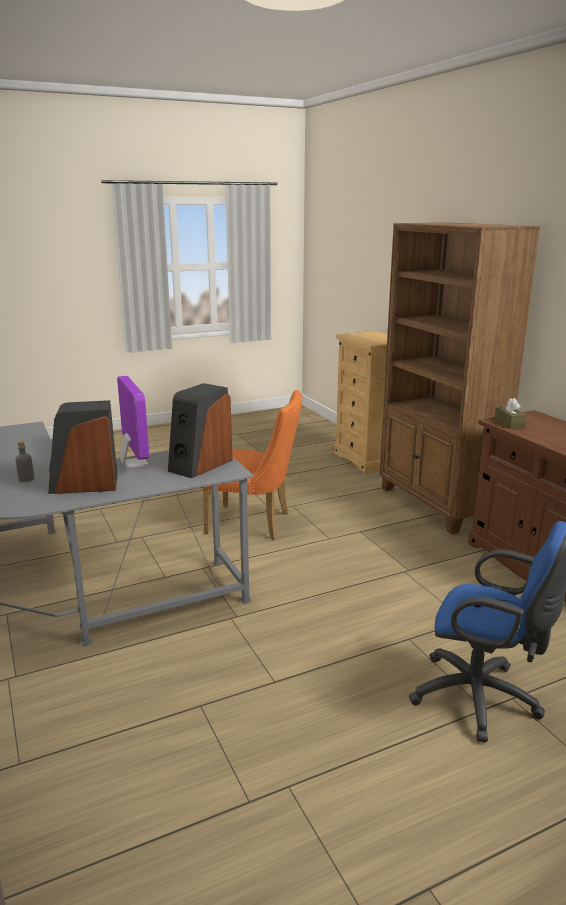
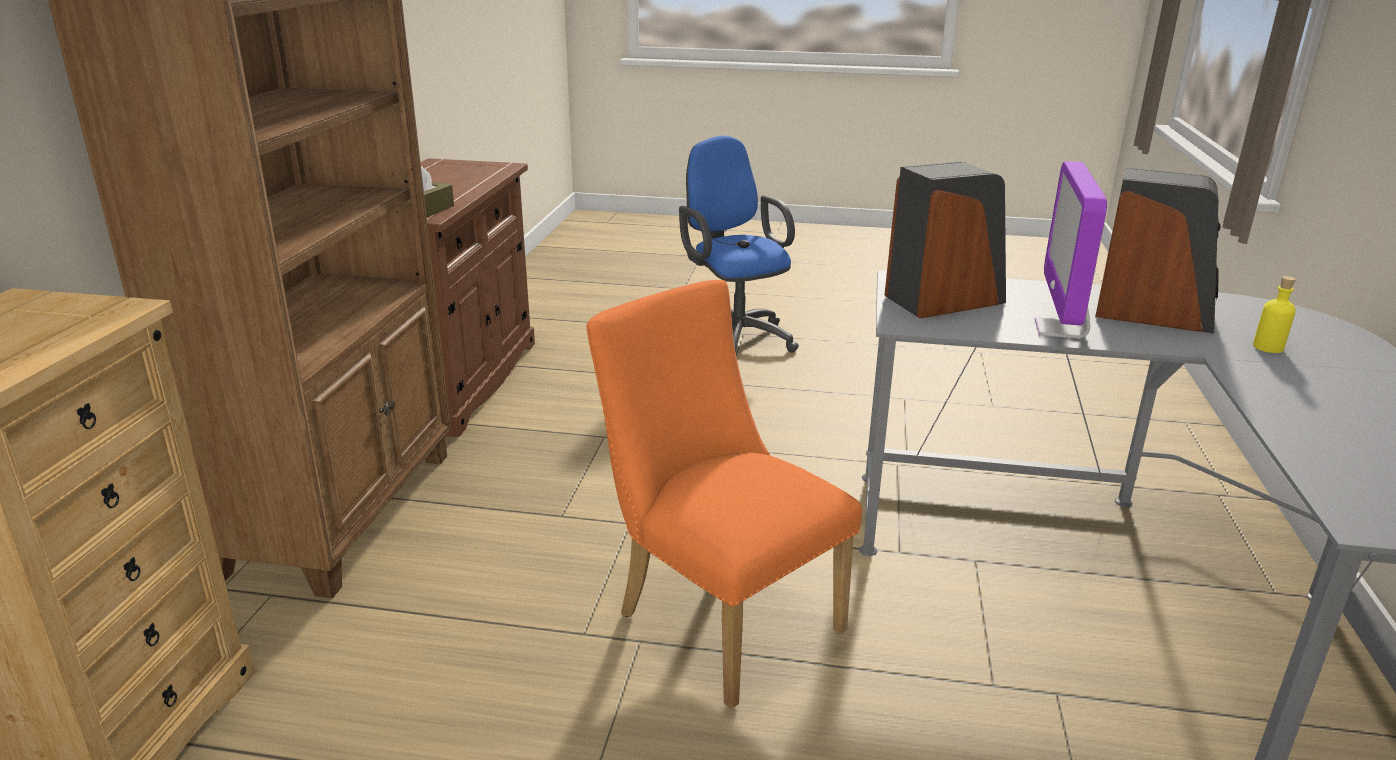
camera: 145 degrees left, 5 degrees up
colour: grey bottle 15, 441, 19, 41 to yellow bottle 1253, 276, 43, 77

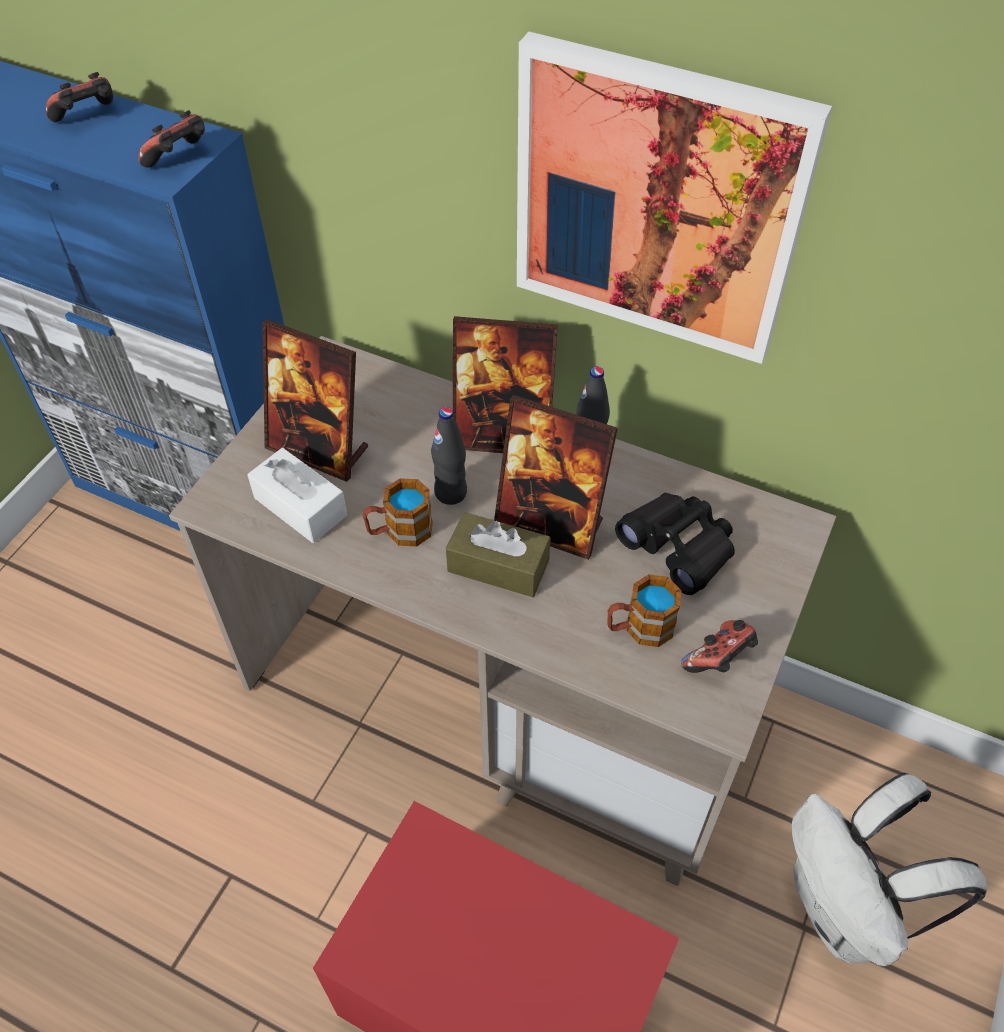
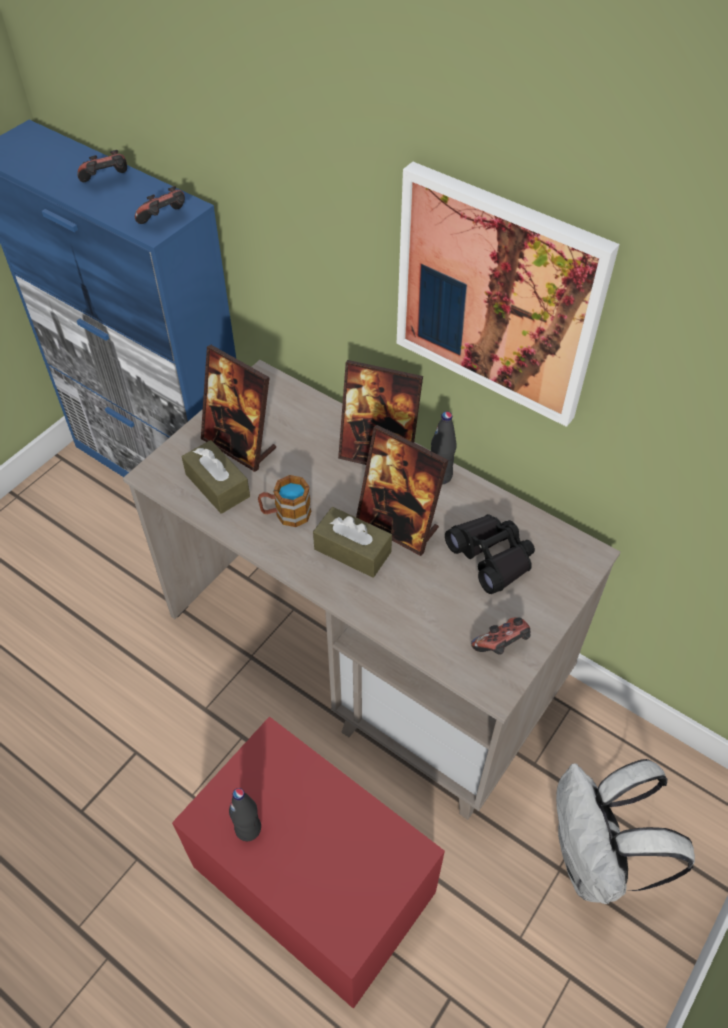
camera: 10 degrees right, 0 degrees up
missing: mug 607, 574, 75, 73
relocated: black bottle 431, 407, 36, 98 to 229, 788, 32, 53
colour: white tissue box 247, 448, 100, 95 to brown tissue box 182, 440, 68, 74

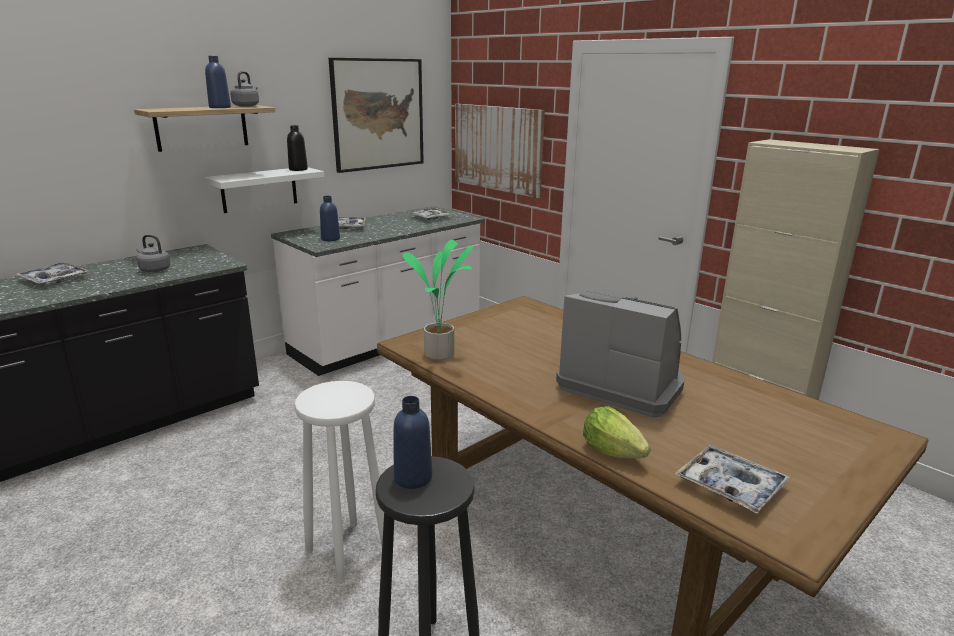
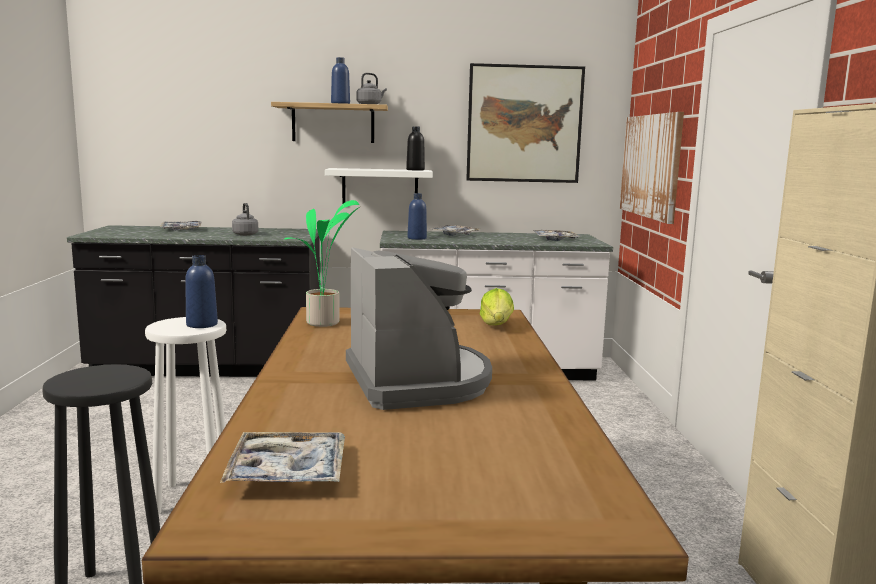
camera: 40 degrees right, 10 degrees down
relocated: blue bottle 393, 396, 39, 93 to 185, 255, 33, 73; lettuce 583, 406, 68, 53 to 480, 288, 34, 37

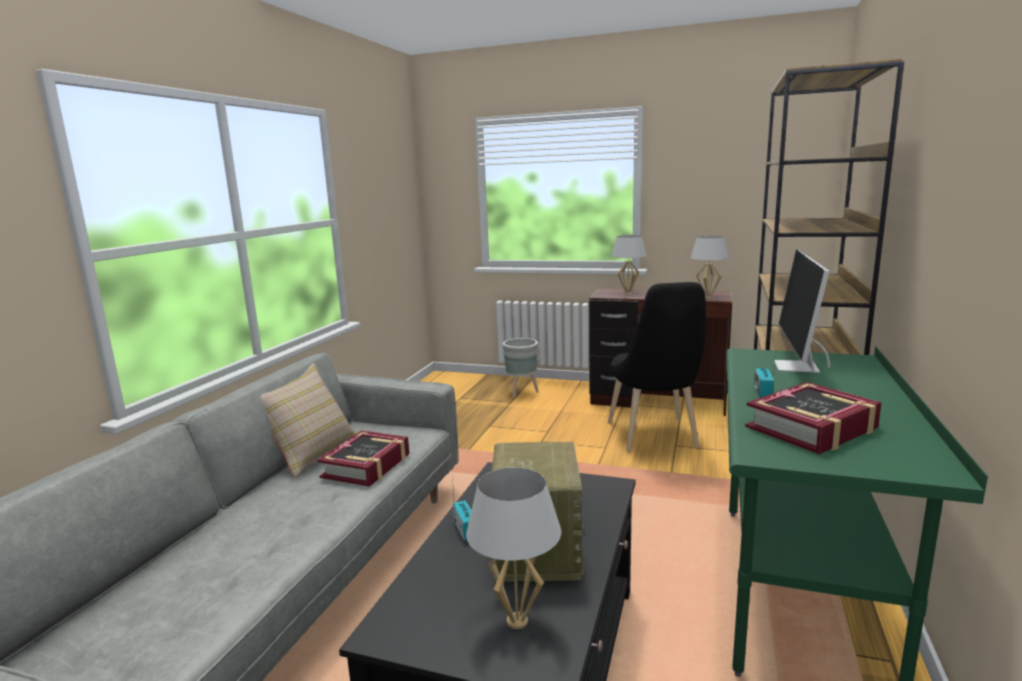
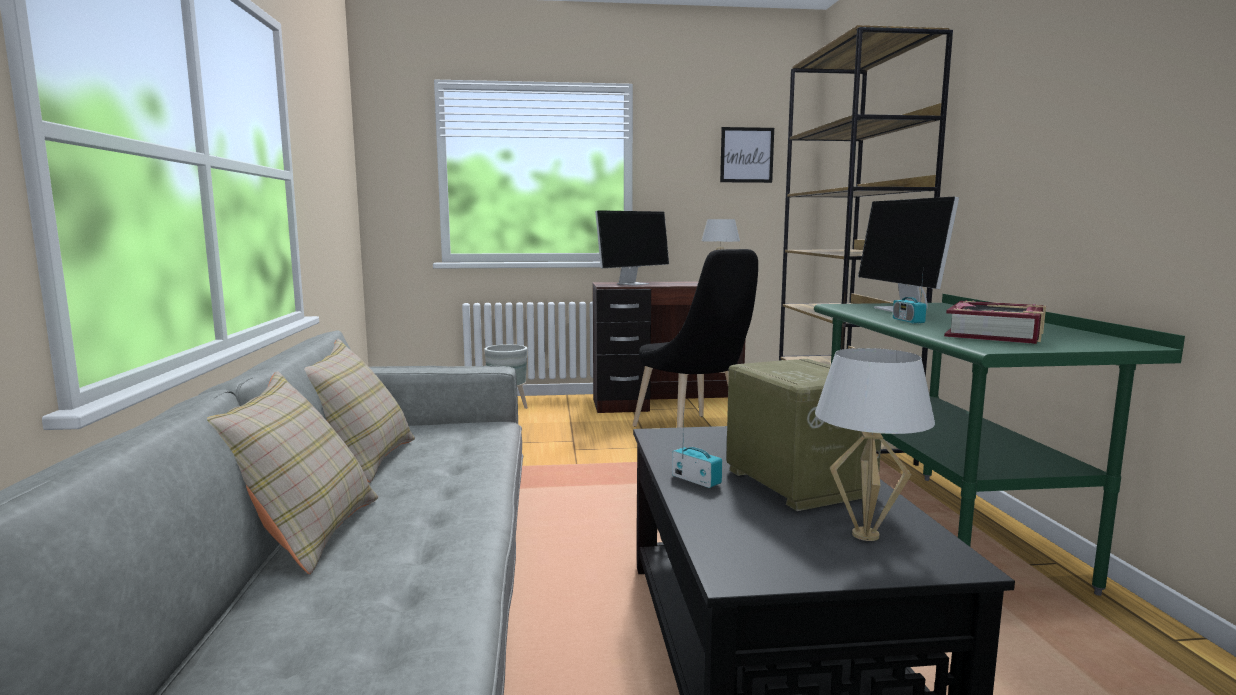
camera: 25 degrees left, 5 degrees down
missing: book 317, 431, 93, 56
appeared: beige pillow 207, 371, 171, 203; picture 720, 127, 54, 56
exchanged: white table lamp 611, 235, 35, 60 to monitor 595, 210, 74, 76

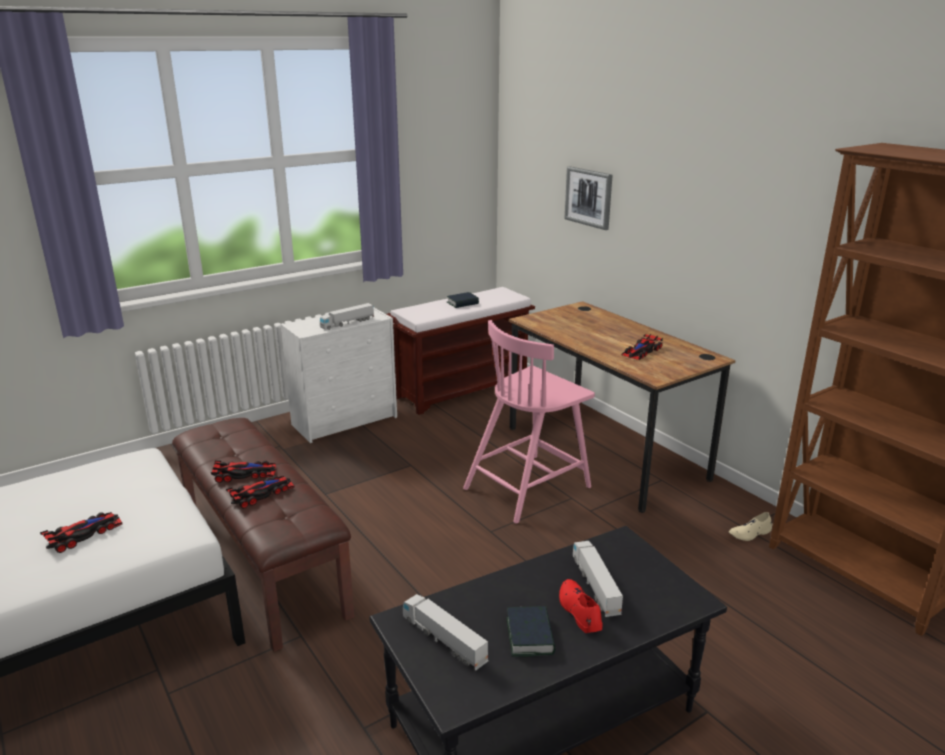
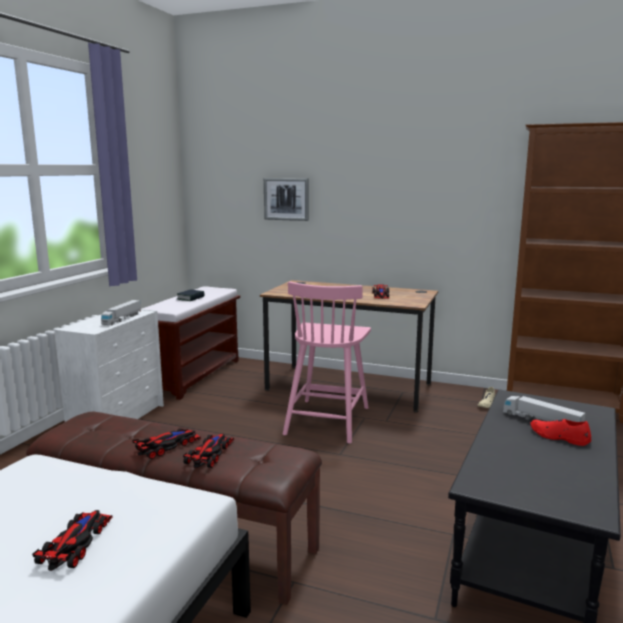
camera: 35 degrees left, 10 degrees down
missing: toy truck 403, 594, 86, 76; book 506, 606, 49, 51

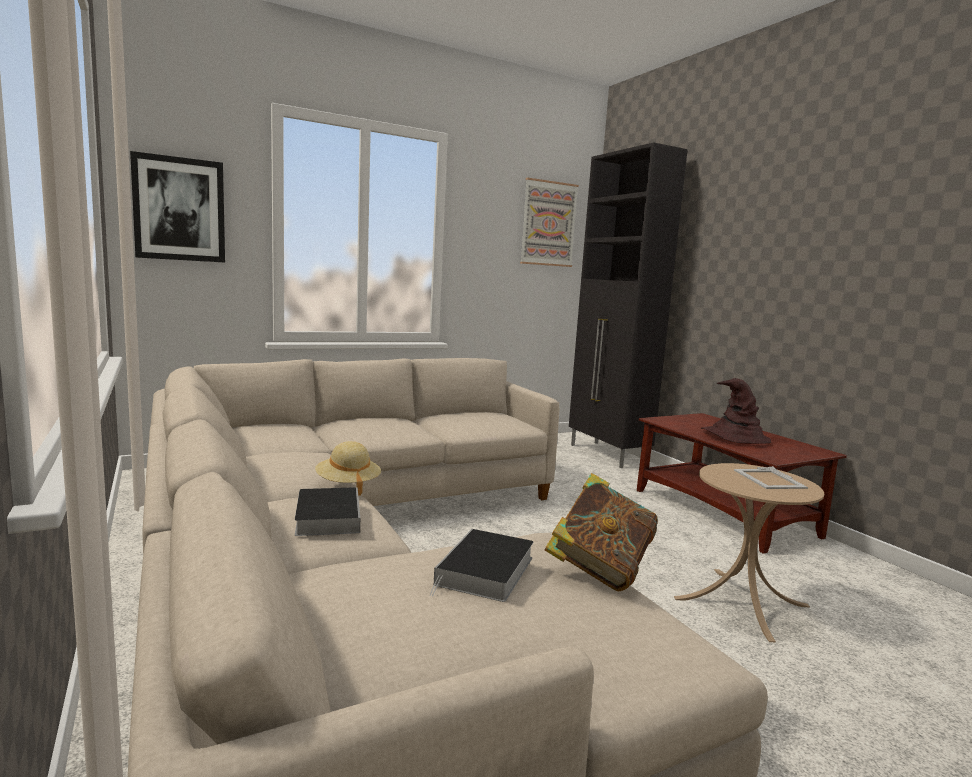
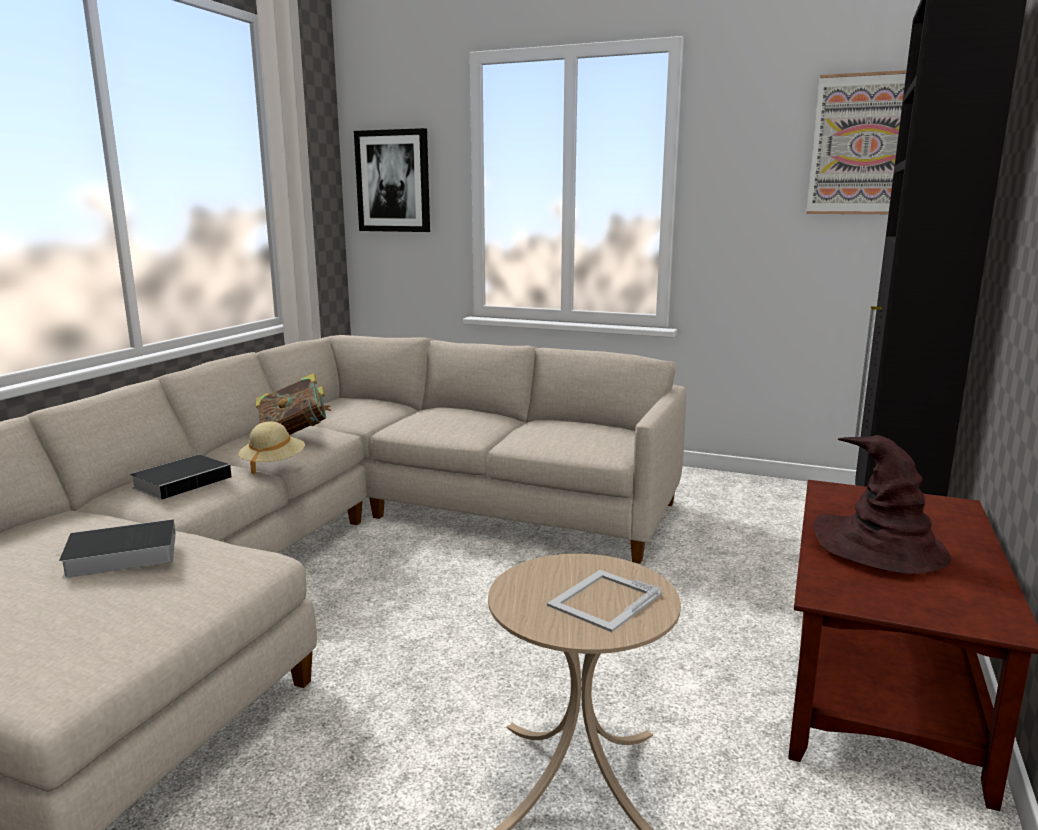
camera: 50 degrees right, 5 degrees up
relocated: book 544, 473, 114, 118 to 255, 373, 76, 62

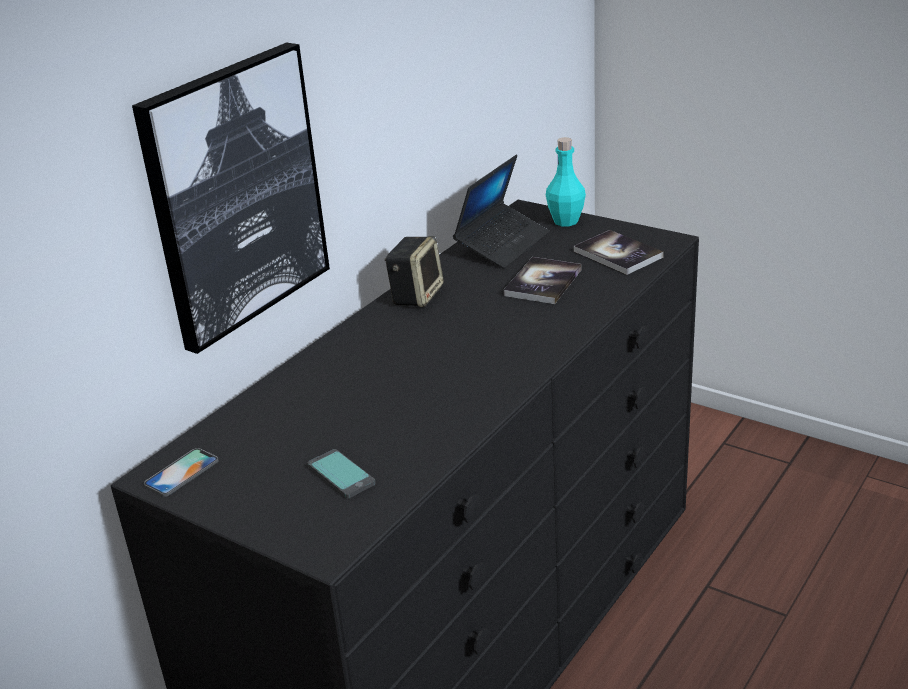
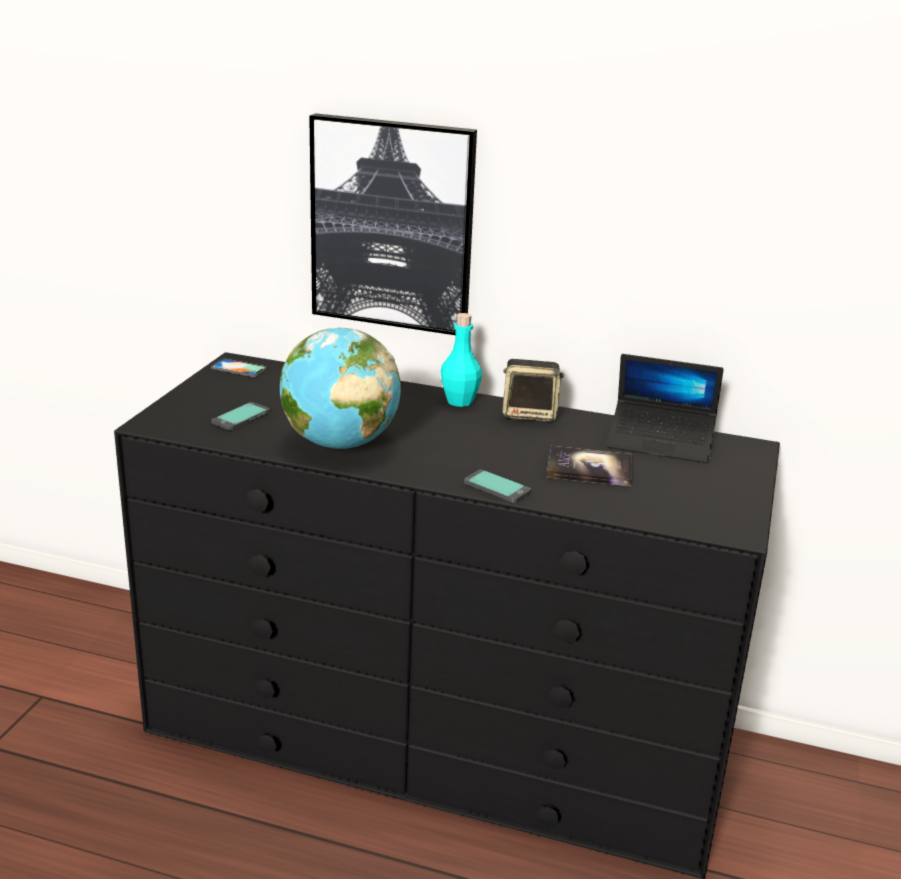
camera: 70 degrees right, 5 degrees down
missing: book 574, 230, 90, 45
appeared: globe 280, 328, 121, 121; phone 464, 470, 67, 33
relocated: turquoise bottle 546, 137, 40, 89 to 440, 313, 42, 94

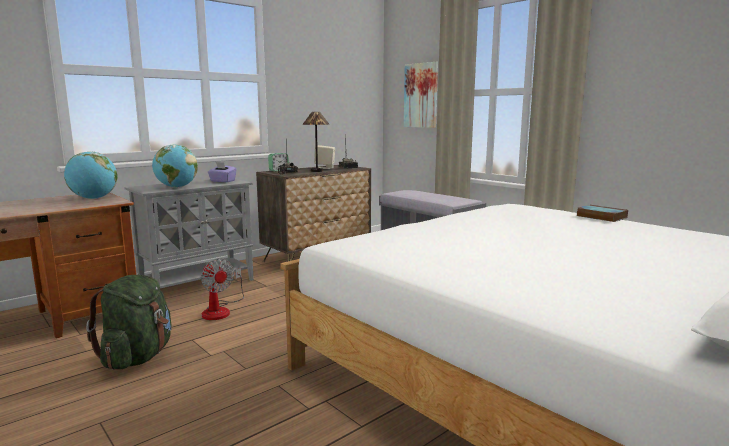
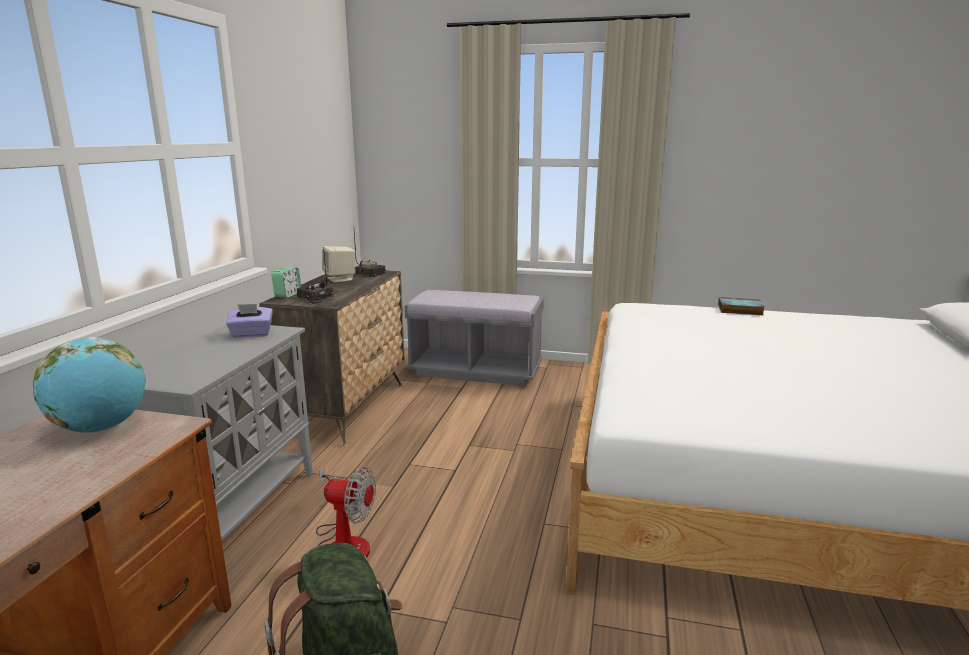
camera: 35 degrees left, 5 degrees up
missing: globe 152, 145, 46, 43; table lamp 302, 112, 28, 60; picture 404, 62, 34, 66

